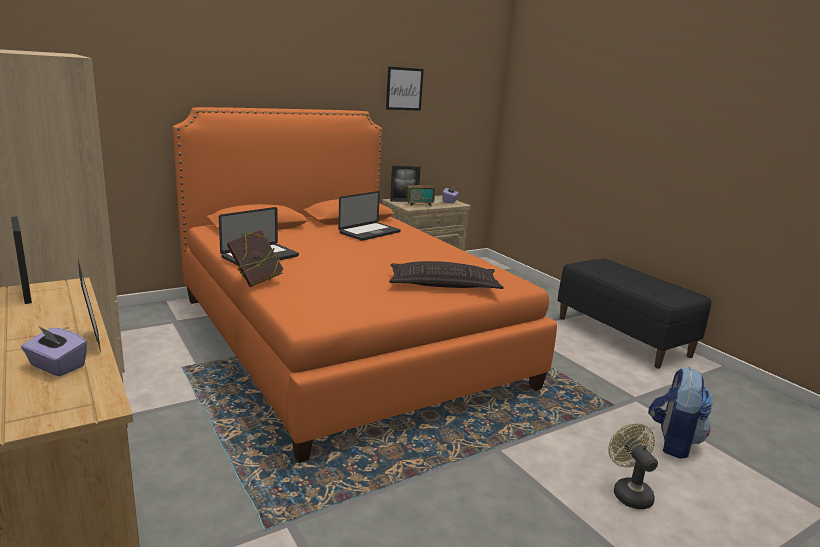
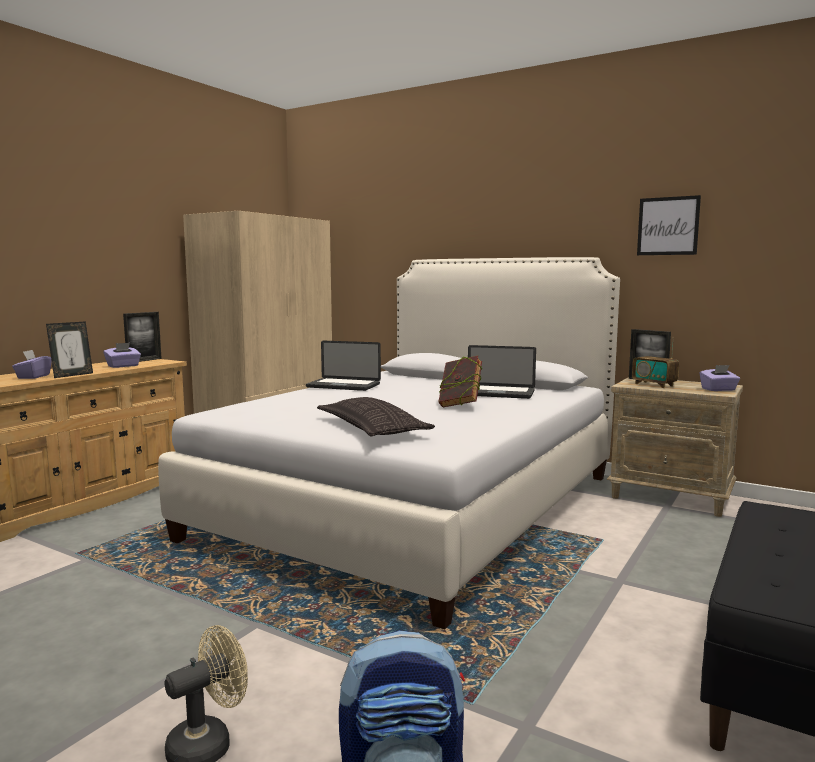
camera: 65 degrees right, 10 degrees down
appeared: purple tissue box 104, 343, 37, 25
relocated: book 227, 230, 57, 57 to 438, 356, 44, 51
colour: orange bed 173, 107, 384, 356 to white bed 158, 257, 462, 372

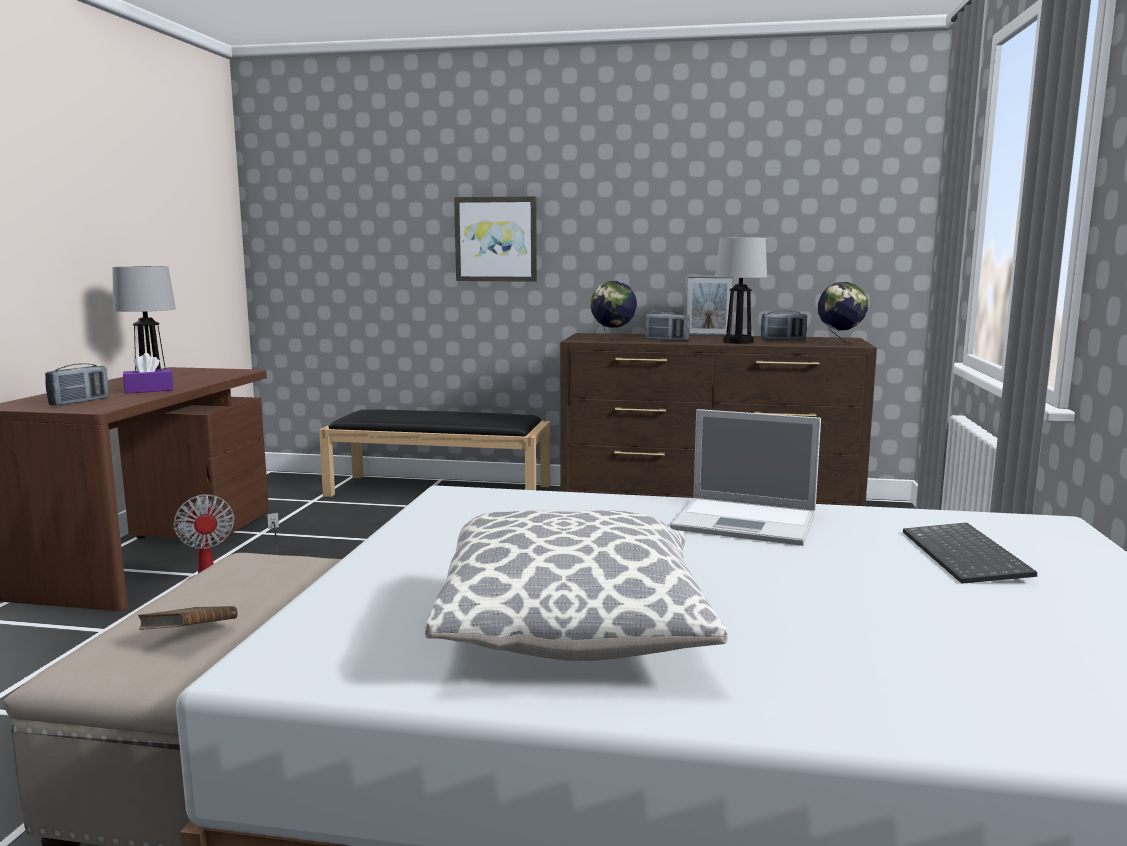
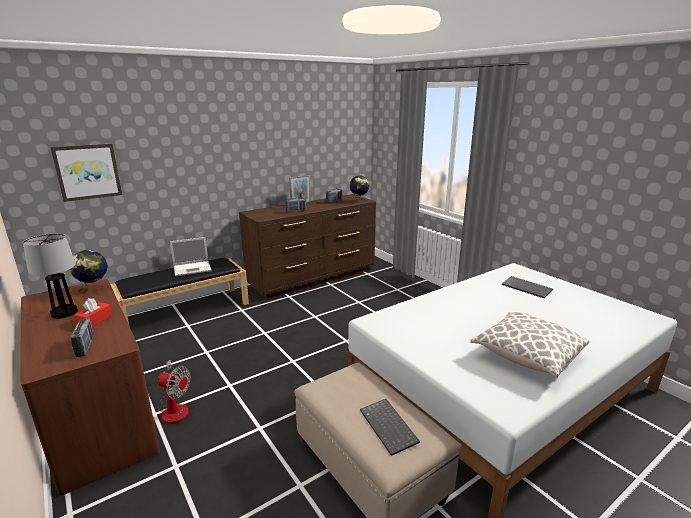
camera: 45 degrees left, 10 degrees up
missing: table lamp 715, 238, 52, 106
relocated: picture 454, 196, 83, 86 to 50, 144, 72, 58; globe 590, 281, 47, 60 to 70, 250, 38, 42; laptop 670, 409, 151, 137 to 170, 237, 42, 40
exchanged: brown book 138, 606, 100, 24 to keyboard 360, 399, 60, 57
colour: purple tissue box 123, 353, 50, 41 to red tissue box 74, 298, 38, 29

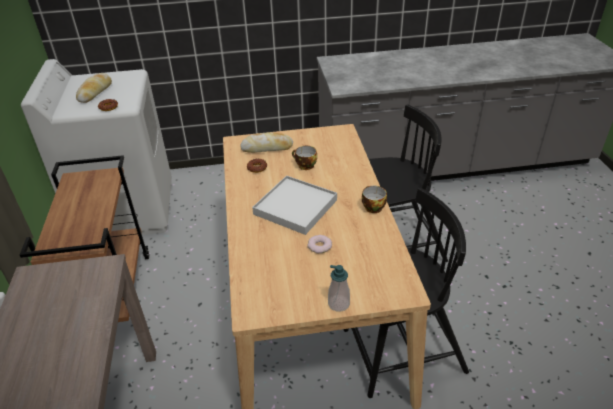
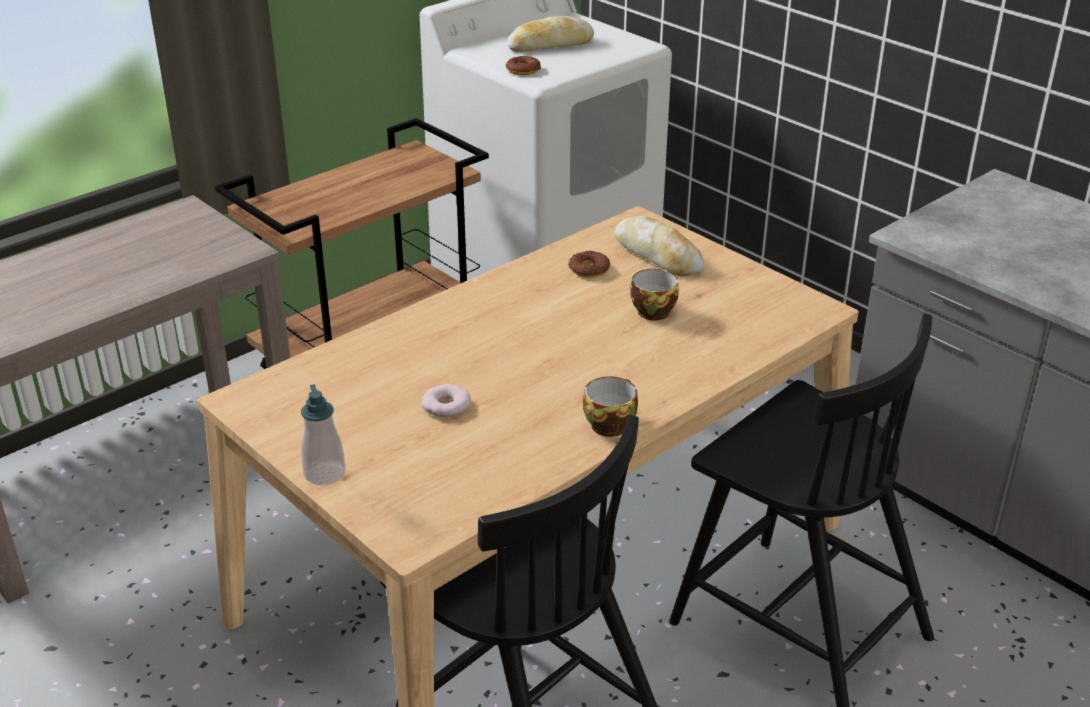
camera: 55 degrees right, 5 degrees down
missing: white tray 252, 175, 85, 60

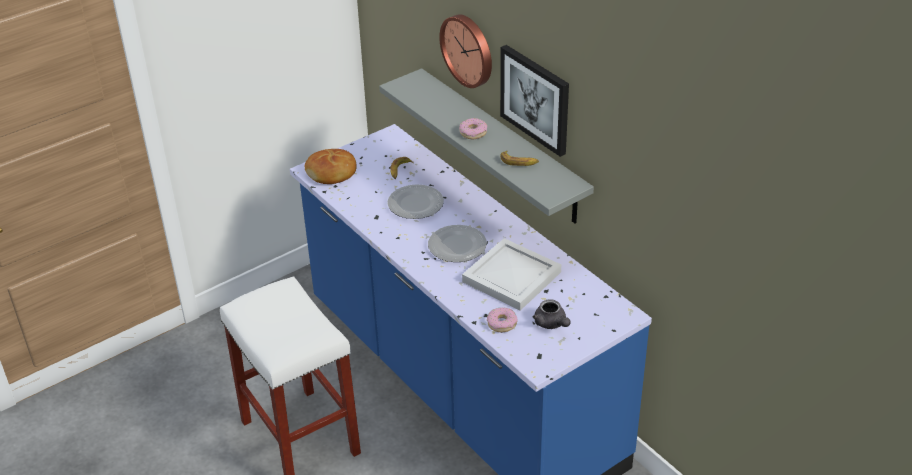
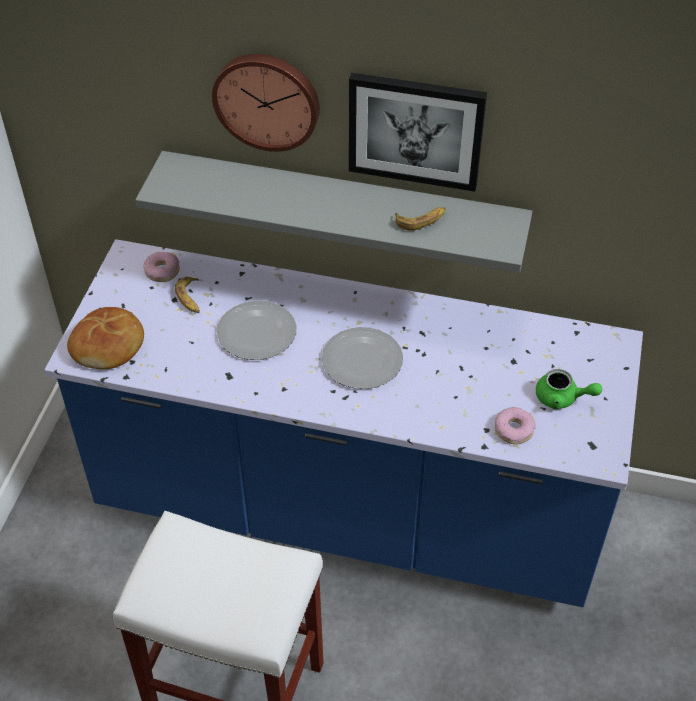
camera: 40 degrees left, 10 degrees up
missing: white tray 462, 238, 99, 73
relocated: donut 459, 118, 28, 21 to 143, 252, 37, 30
colour: grey teapot 533, 299, 37, 30 to green teapot 536, 369, 66, 40

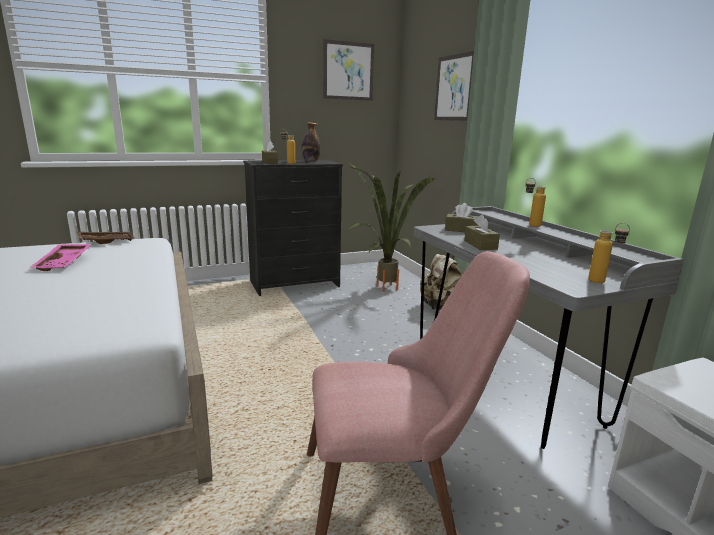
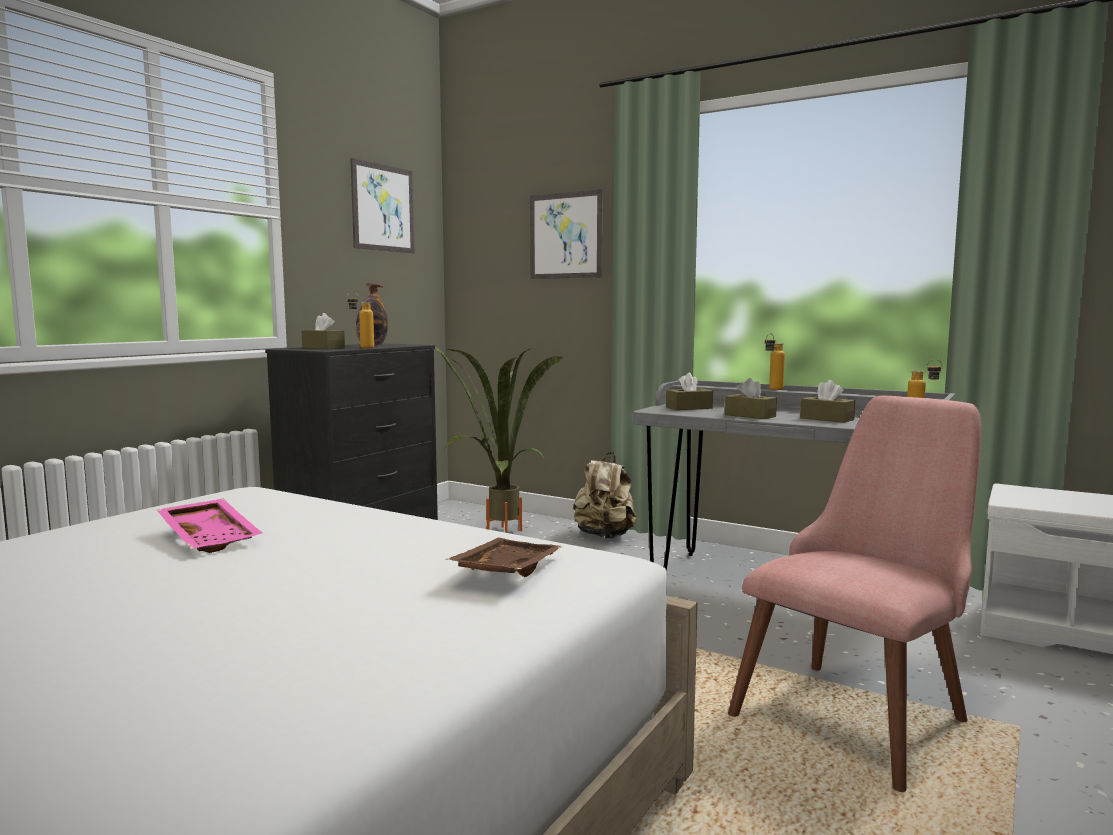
camera: 35 degrees left, 10 degrees down
appeared: brown tissue box 800, 380, 55, 43
relocated: brown tray 77, 232, 58, 12 to 446, 538, 118, 39

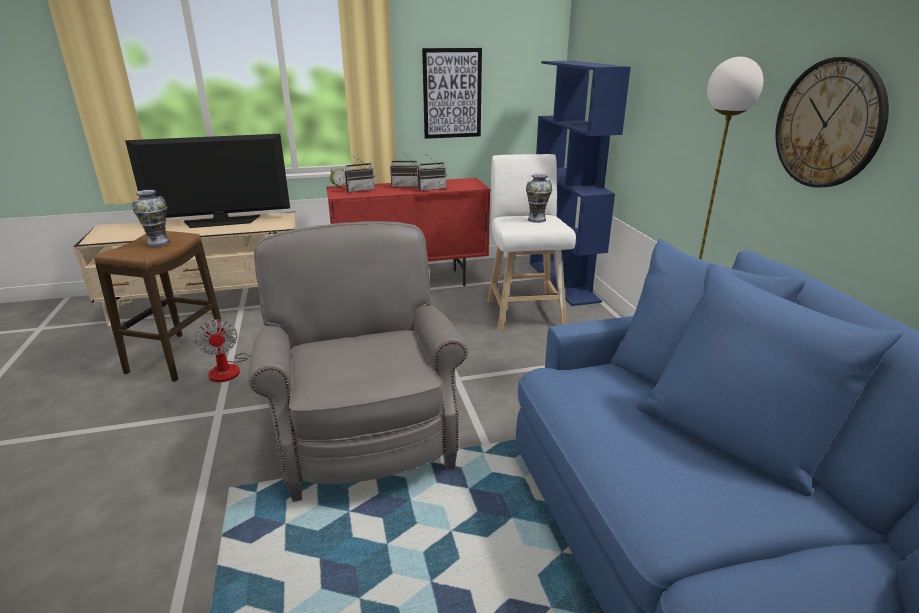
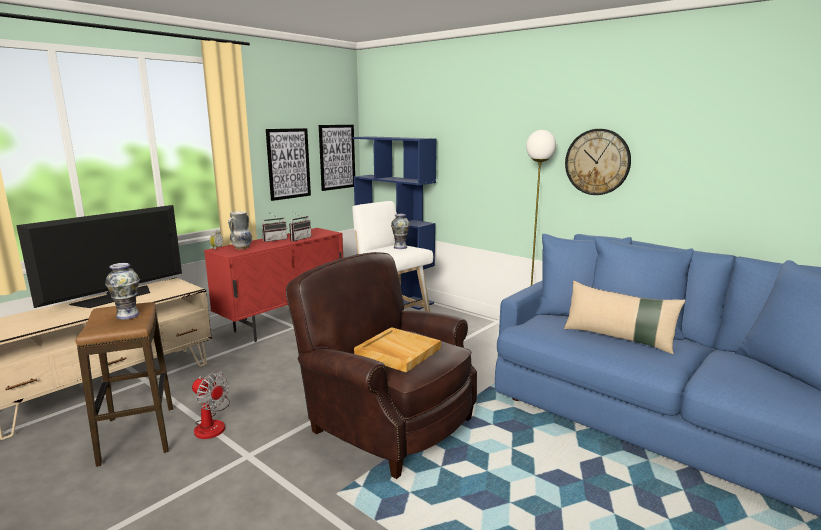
camera: 35 degrees left, 10 degrees down
appeared: picture 319, 125, 36, 66; beige tray 354, 327, 87, 46; beige pillow 564, 280, 121, 74
exchanged: radio 344, 155, 31, 37 to vase 228, 211, 24, 38
colour: grey armchair 247, 221, 221, 281 to brown armchair 286, 252, 191, 227

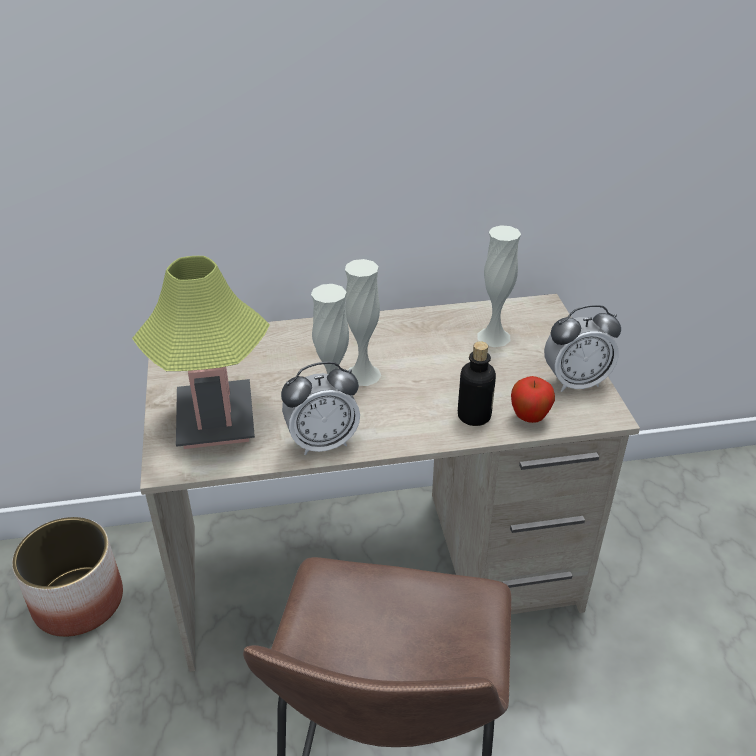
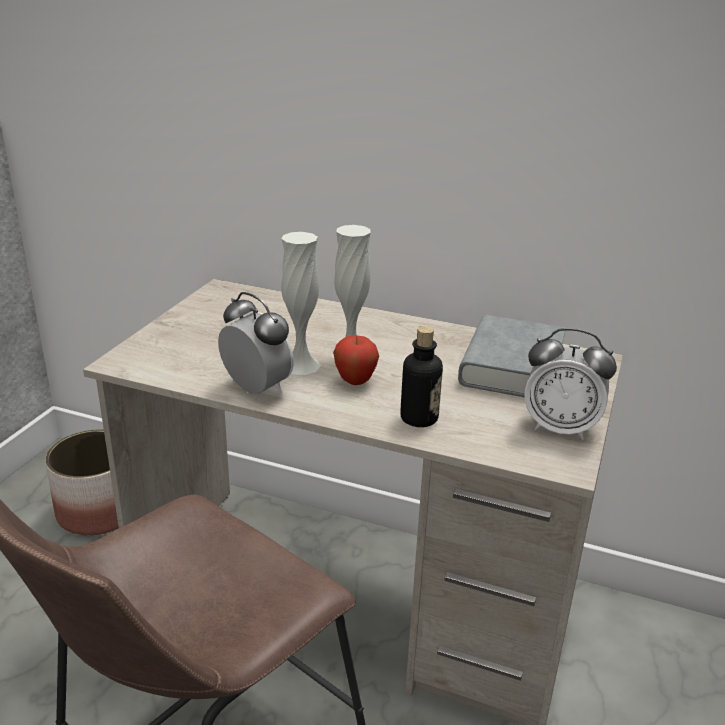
camera: 30 degrees right, 10 degrees down
missing: table lamp 132, 256, 138, 193
relocated: apple 511, 376, 44, 47 to 333, 335, 46, 50
exchanged: white vase 477, 225, 44, 122 to grey book 458, 315, 108, 82
spun: alarm clock 281, 362, 79, 93 = 218, 292, 76, 102 150 degrees counterclockwise

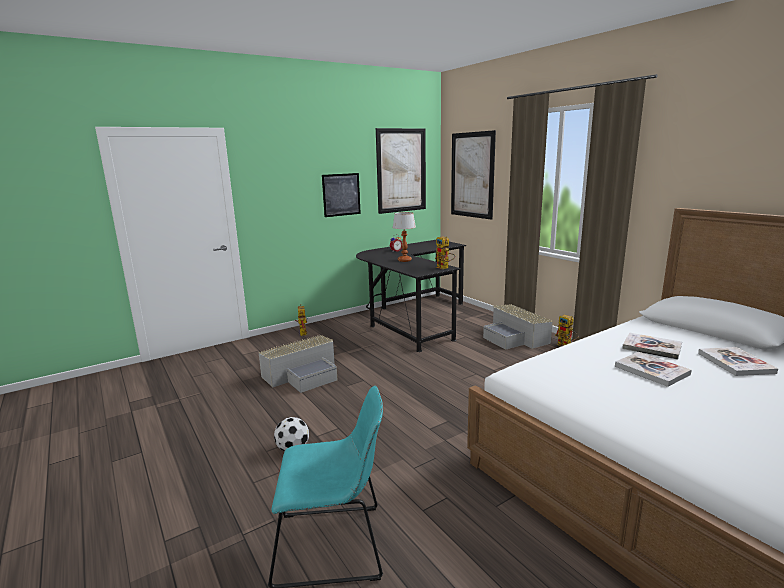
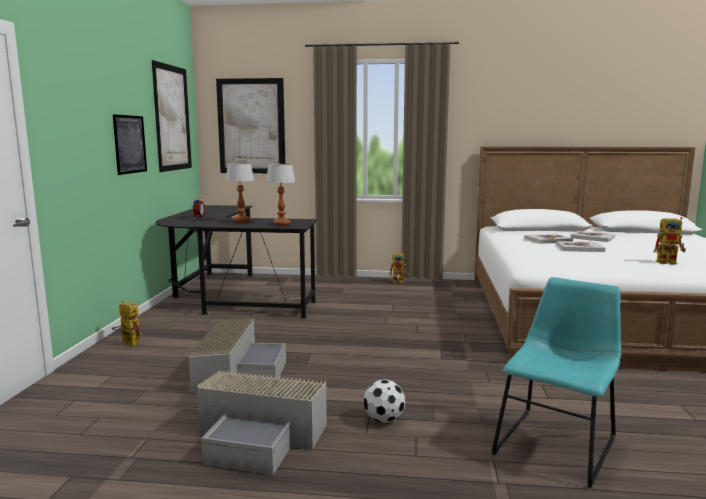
camera: 50 degrees left, 5 degrees down
appeared: table lamp 266, 164, 29, 61
relocated: grey storage box 483, 304, 70, 46 to 197, 370, 130, 105; toy robot 435, 236, 20, 33 to 653, 217, 33, 47

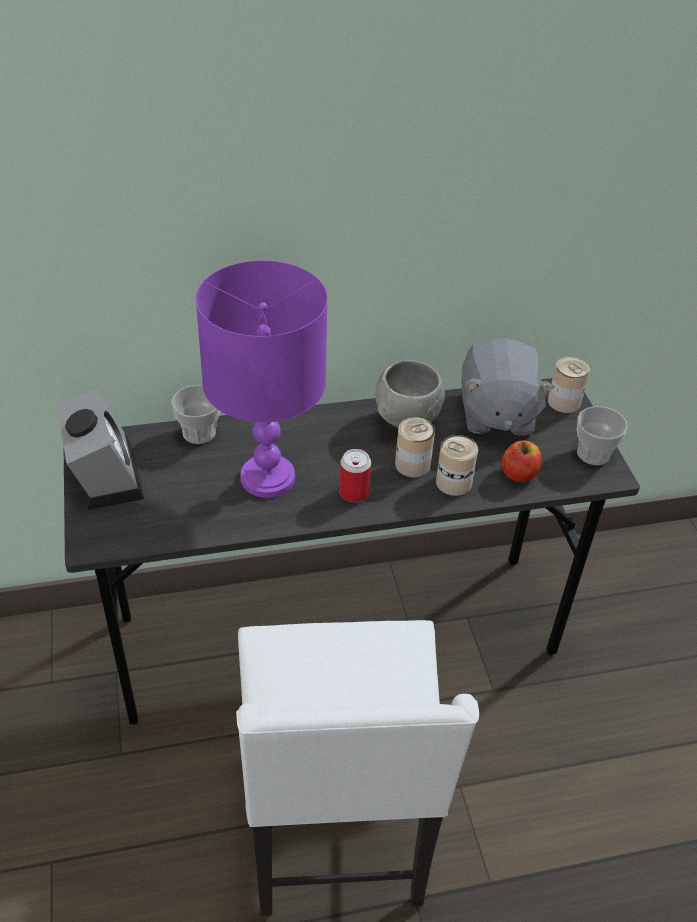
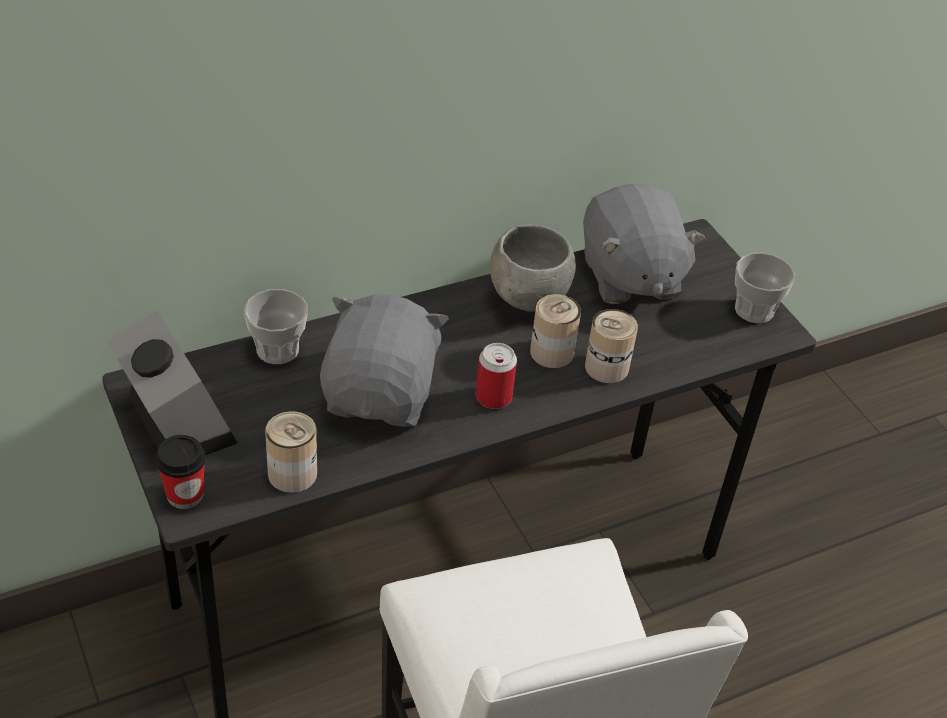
camera: 15 degrees left, 0 degrees up
missing: apple 502, 440, 40, 42
appeared: cup 156, 435, 50, 74
relocated: can 548, 357, 42, 56 to 265, 411, 52, 82
exchanged: purple table lamp 196, 260, 132, 238 to grey plush toy 320, 294, 129, 133

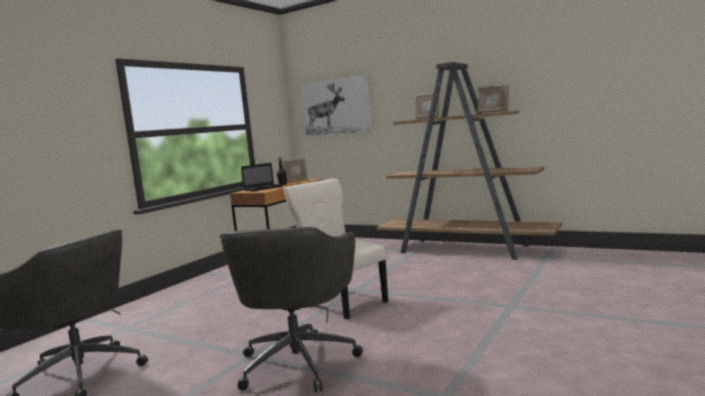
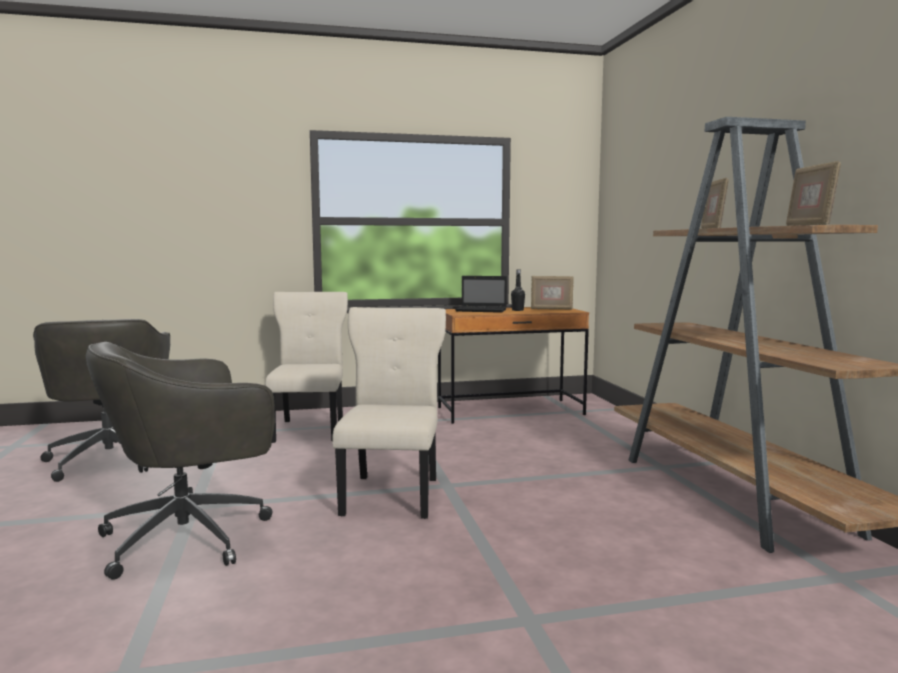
camera: 45 degrees right, 0 degrees up
missing: picture 301, 75, 72, 61
appeared: beige chair 265, 292, 83, 151

